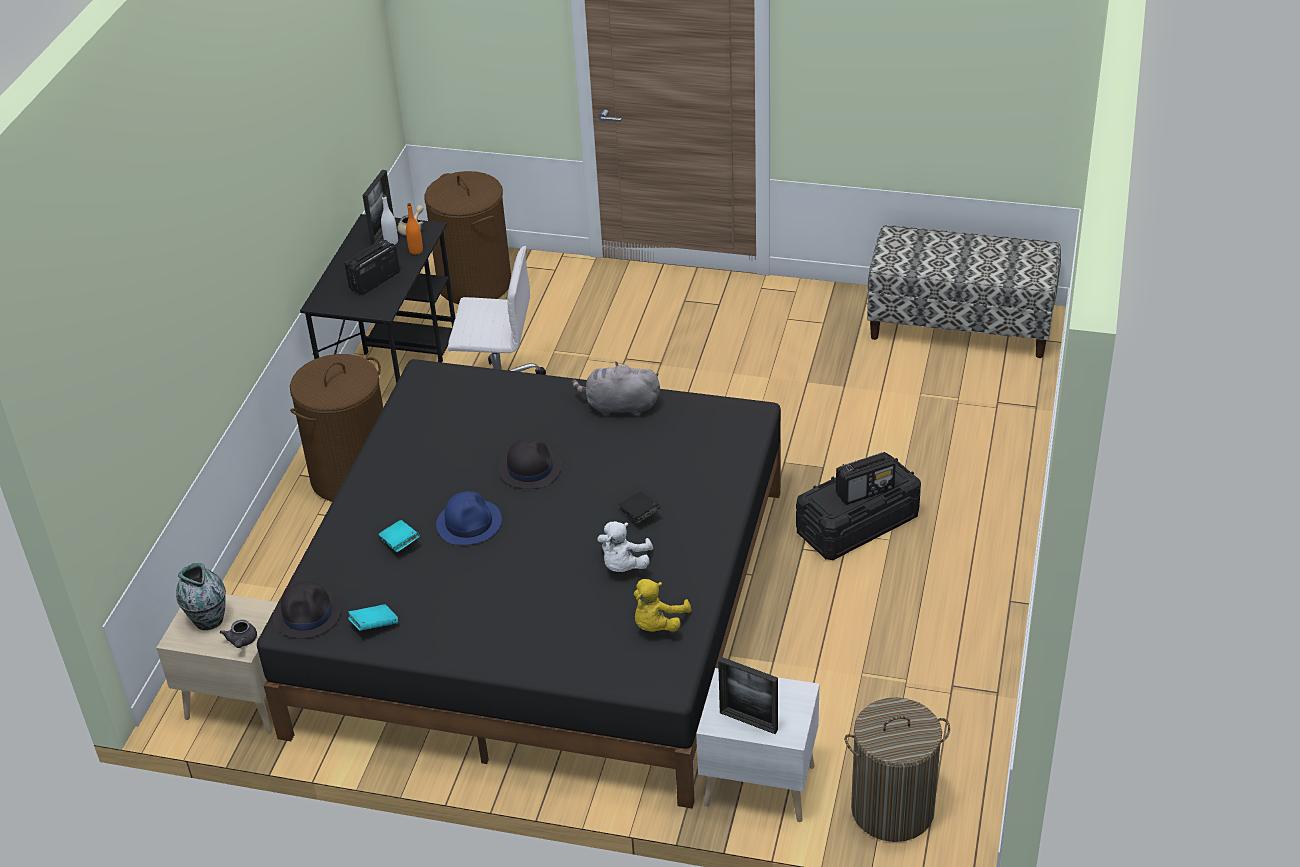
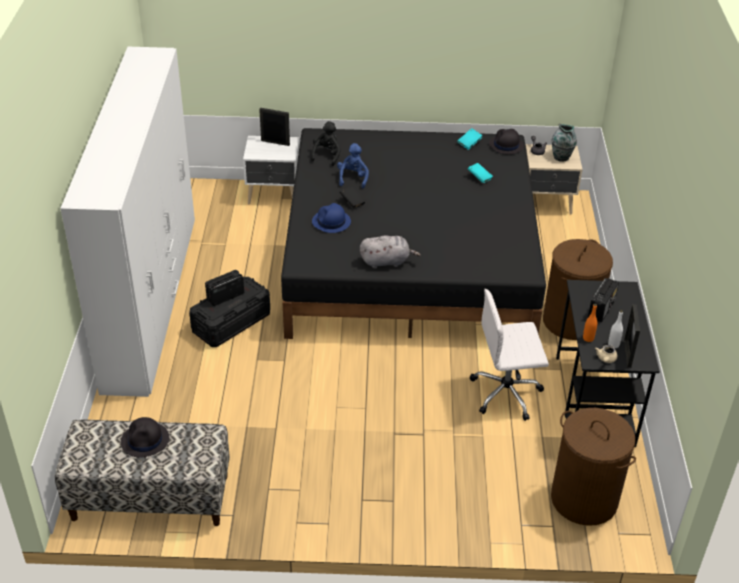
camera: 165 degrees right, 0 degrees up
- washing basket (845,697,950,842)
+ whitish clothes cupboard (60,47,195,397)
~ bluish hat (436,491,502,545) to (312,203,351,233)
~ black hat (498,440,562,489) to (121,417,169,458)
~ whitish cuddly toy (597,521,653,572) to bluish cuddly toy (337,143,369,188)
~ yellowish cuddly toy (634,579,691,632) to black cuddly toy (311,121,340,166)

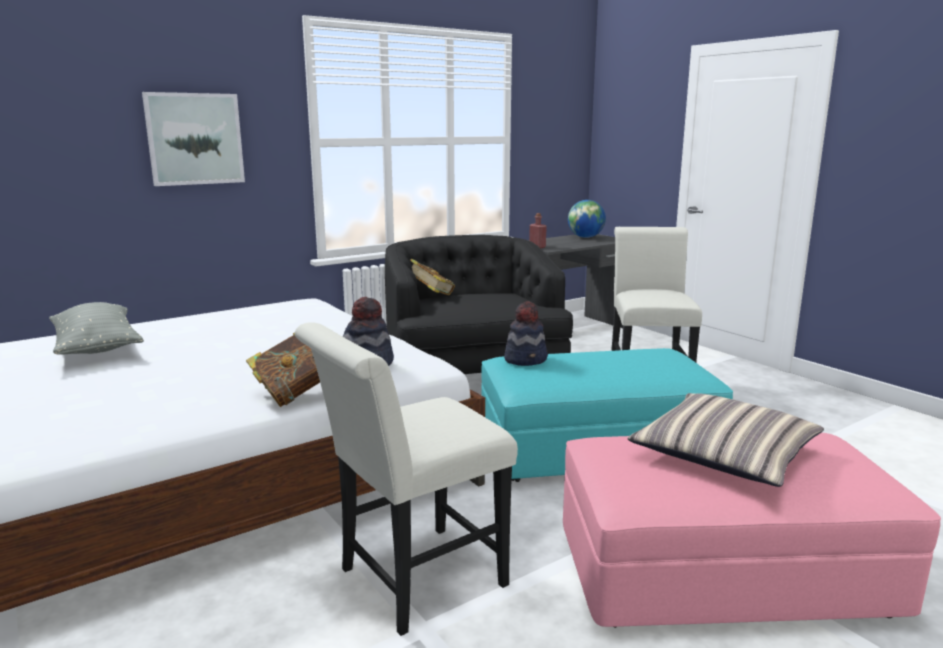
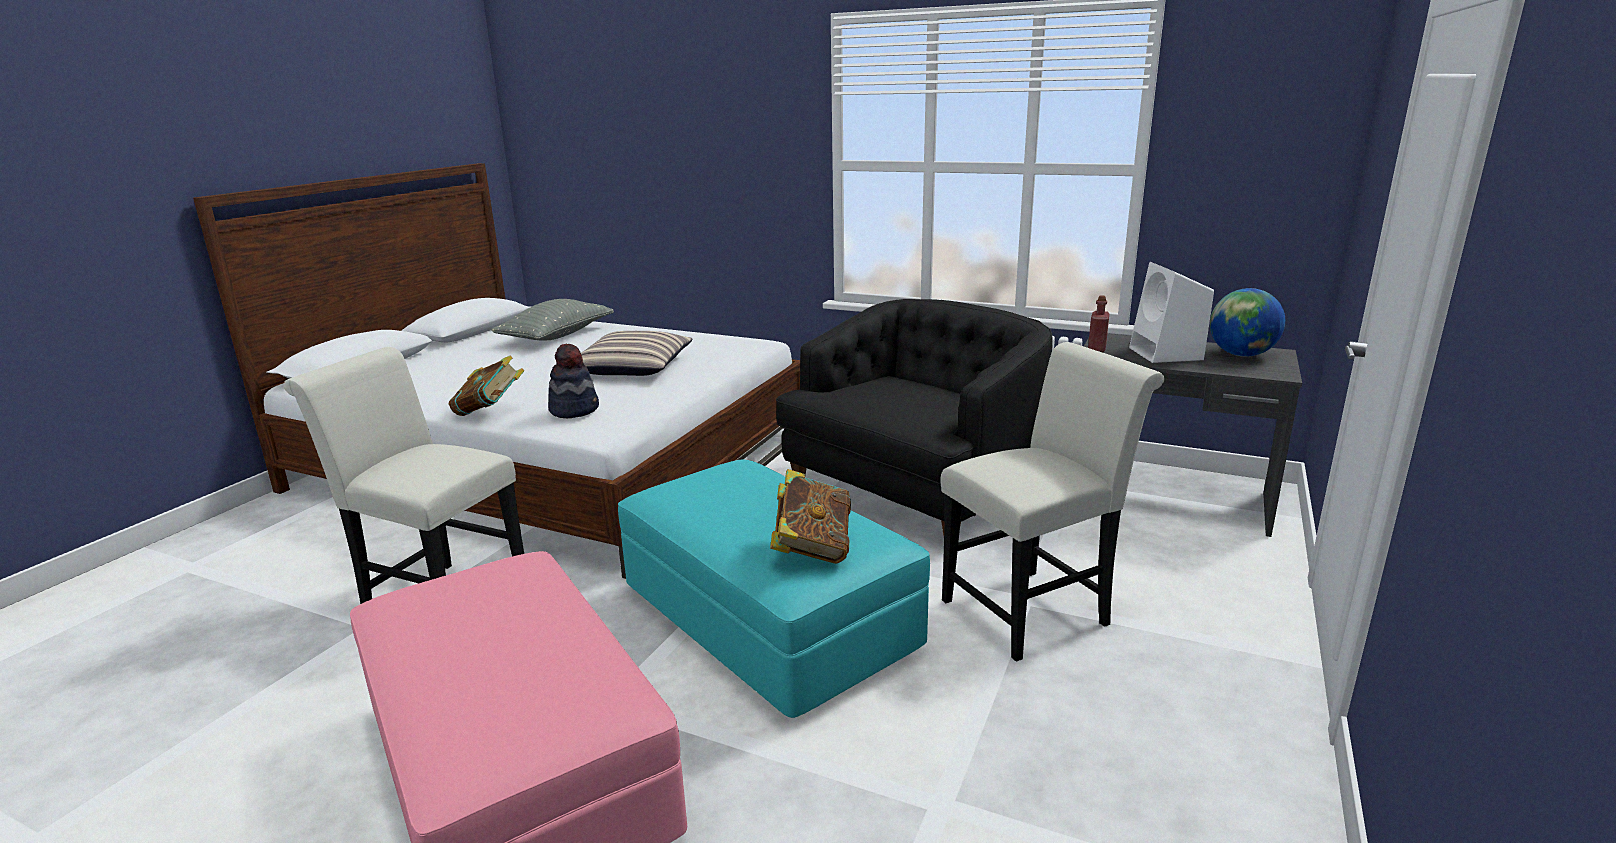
camera: 60 degrees right, 5 degrees up
- wall art (142,92,245,186)
- hat (504,301,548,366)
+ whitish audio speaker (1129,262,1214,363)
~ volume (410,259,455,295) to (770,469,851,564)
~ cushion (627,393,824,487) to (581,331,693,376)

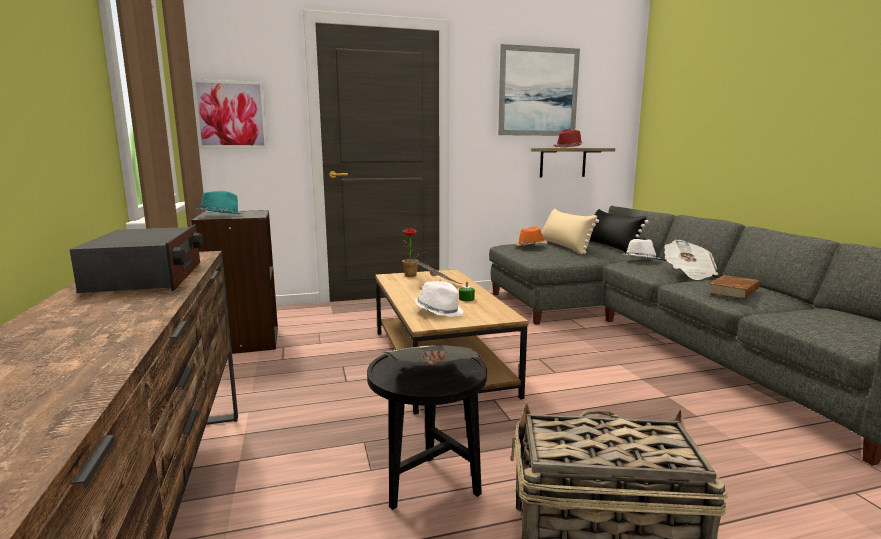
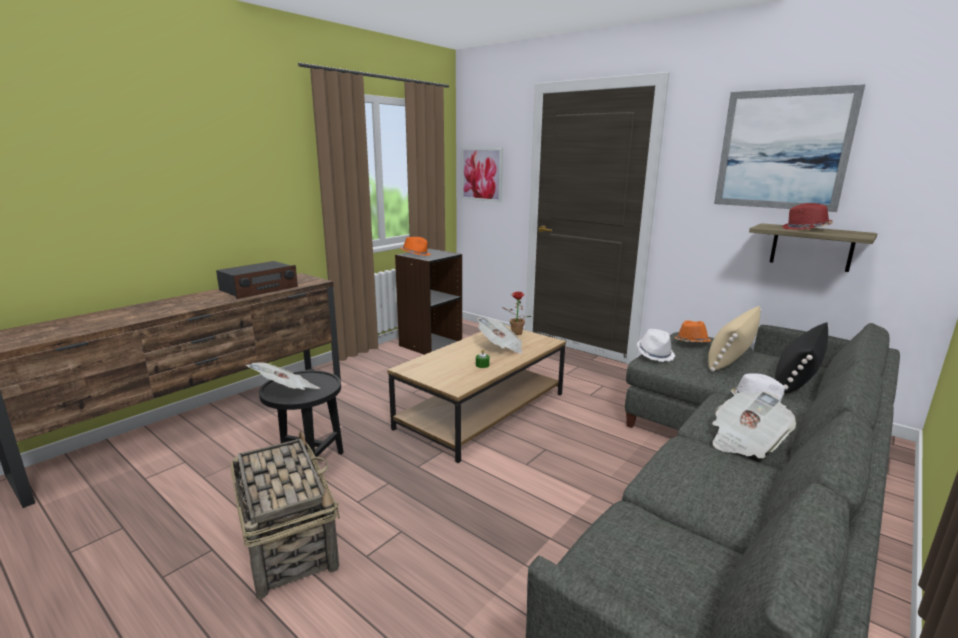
camera: 55 degrees right, 5 degrees up
- brownish volume (708,275,760,299)
~ whitish hat (414,281,464,317) to (637,329,676,362)
~ blue-green hat (196,191,243,214) to orange hat (400,237,431,256)

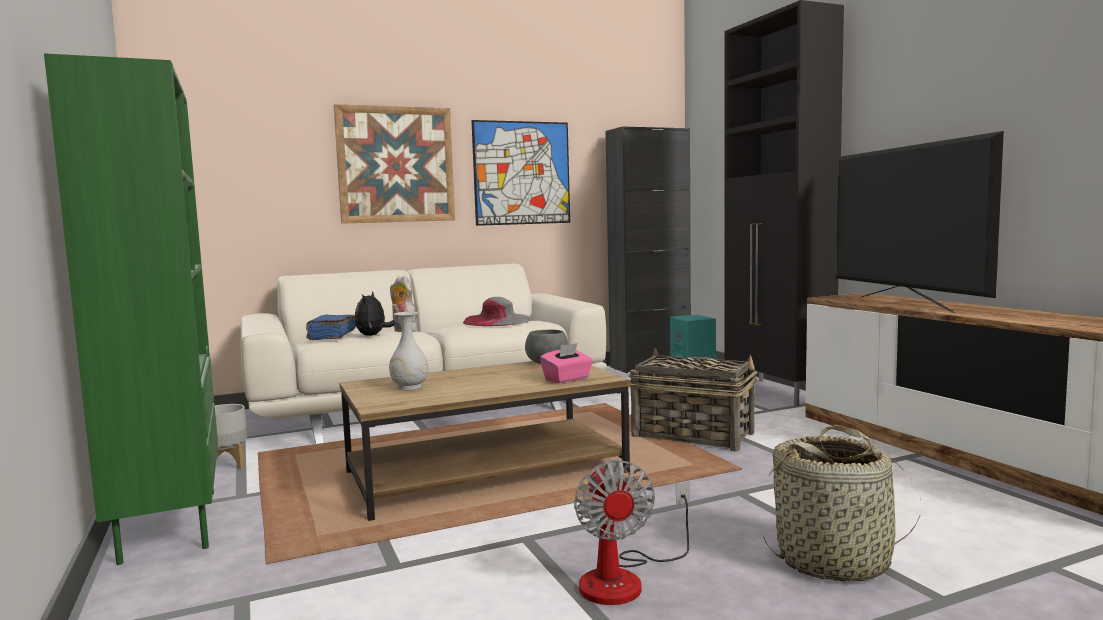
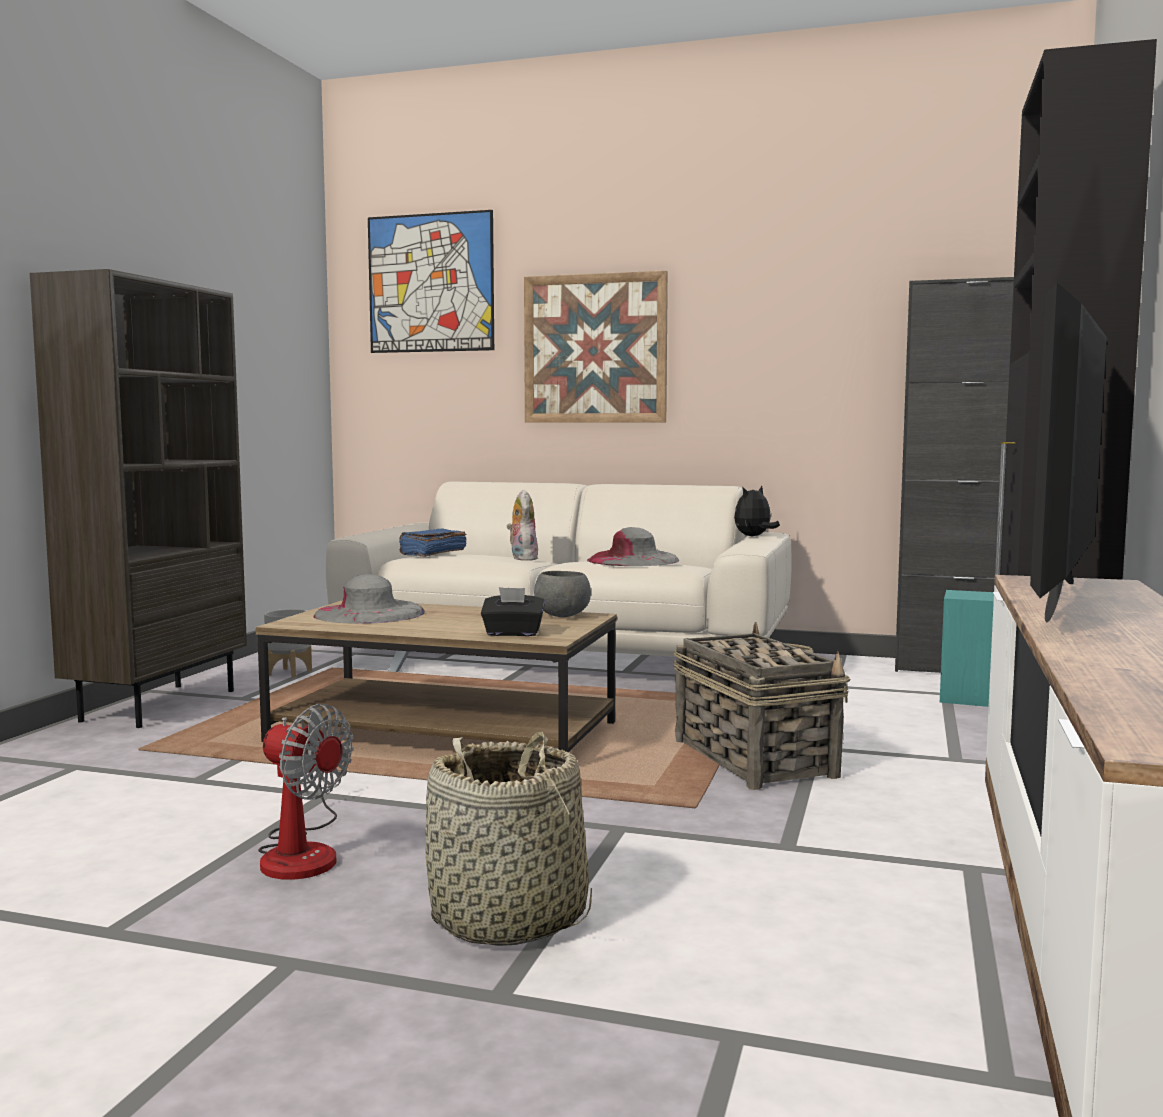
camera: 40 degrees right, 0 degrees up
~ cuddly toy (355,291,396,336) to (734,486,780,536)
~ wall art (471,120,570,226) to (368,210,494,353)
~ whitish vase (389,312,428,390) to grey hat (314,574,425,624)
~ green bookcase (44,53,218,565) to brownish bookcase (30,269,247,728)
~ pink-coloured tissue holder (540,343,593,383) to black tissue holder (481,587,545,636)
~ cooling fan (574,460,690,605) = (258,704,354,880) 90 degrees counterclockwise

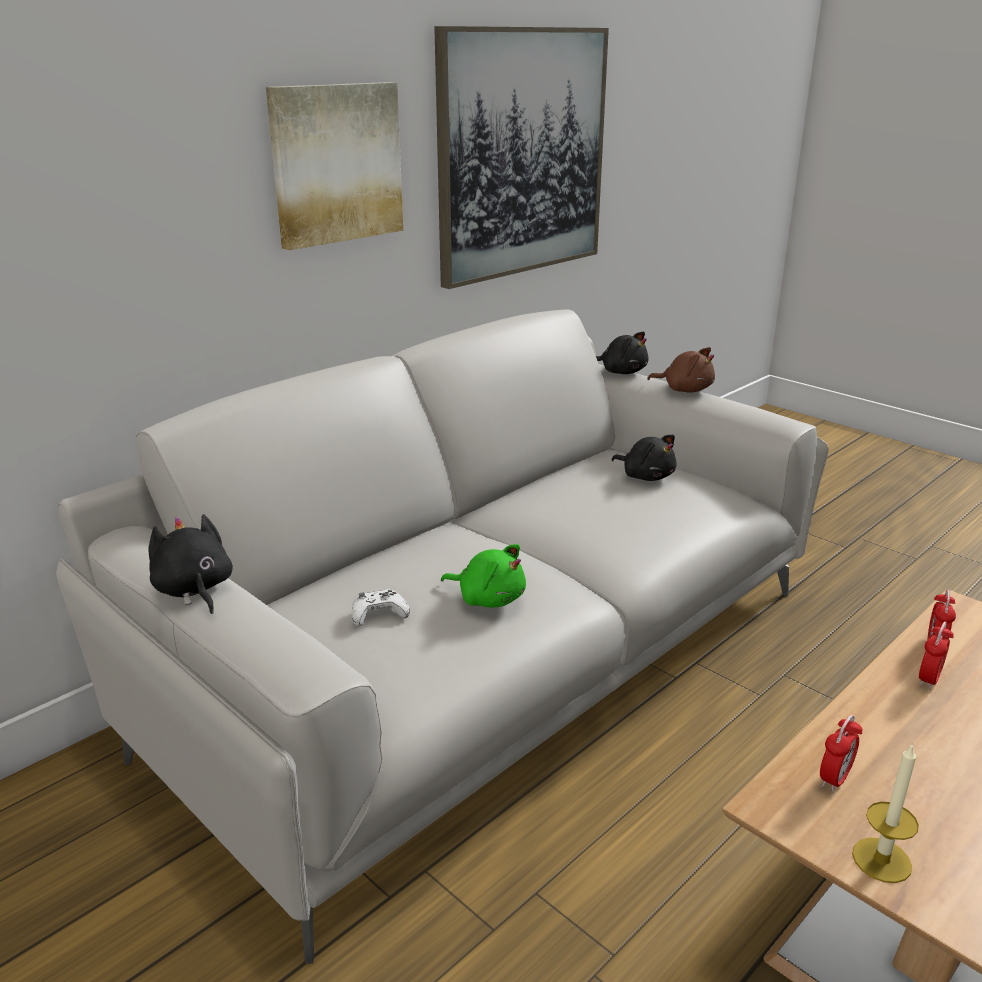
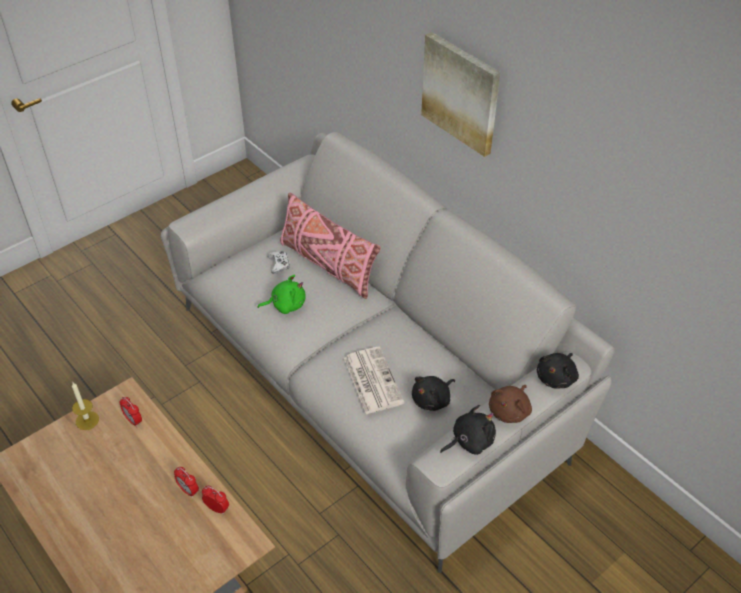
camera: 95 degrees right, 20 degrees up
- wall art (434,26,609,289)
+ pink-coloured cushion (280,192,381,299)
+ daily paper (344,347,404,415)
~ black cuddly toy (149,514,233,614) to (440,405,496,455)
~ green cuddly toy (441,544,526,608) = (257,274,306,314) 135 degrees counterclockwise

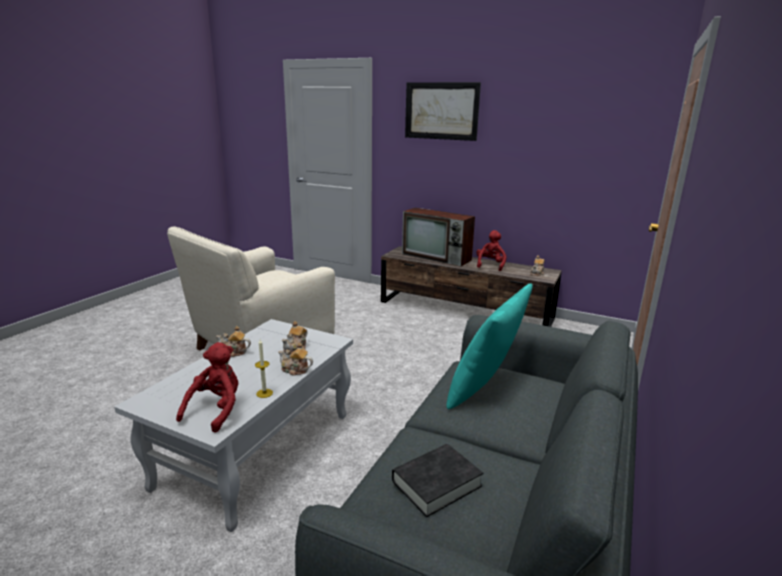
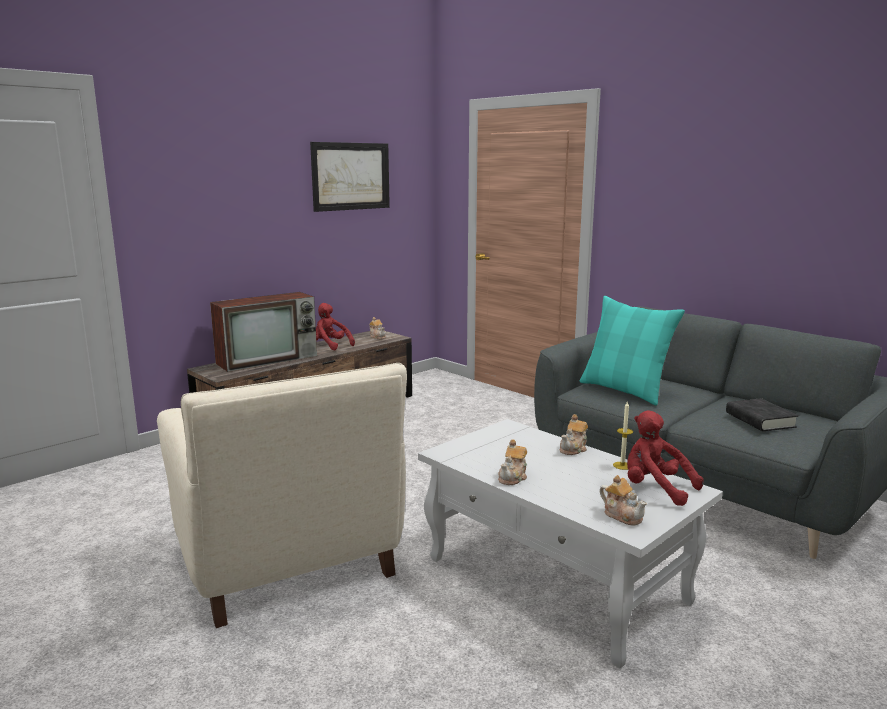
camera: 70 degrees left, 5 degrees down
~ teapot (282,321,308,354) to (599,475,647,526)
~ wall art (405,82,481,141) to (310,142,390,212)

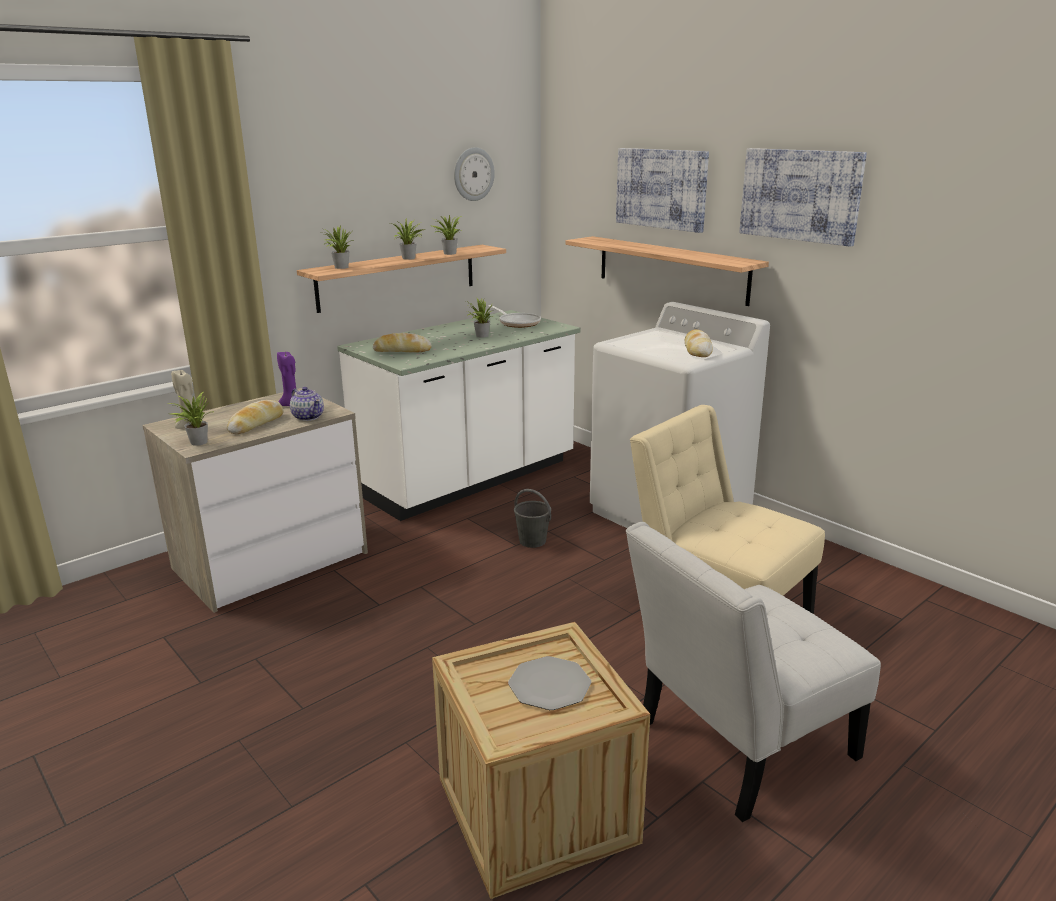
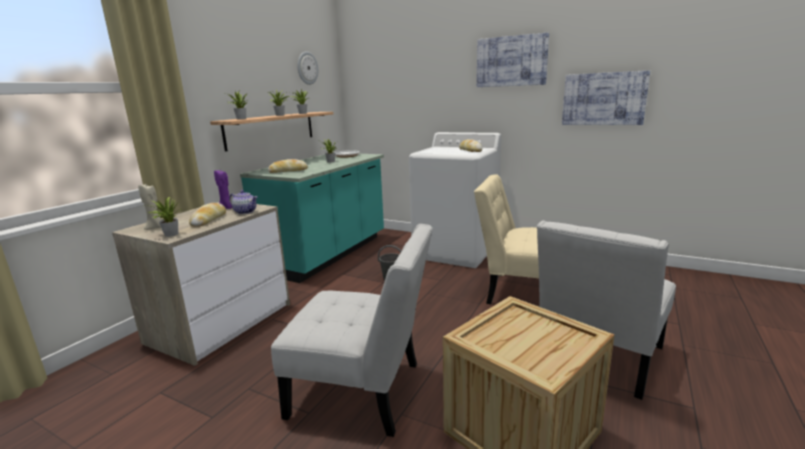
camera: 20 degrees left, 5 degrees down
- flat dish (508,656,591,710)
- bracket shelf (565,236,769,306)
+ whitish plain chair (271,224,432,437)
~ wall art (616,148,709,233) to (562,71,650,125)
~ whitish kitchen base unit (337,310,581,521) to blue-green kitchen base unit (240,154,384,283)

